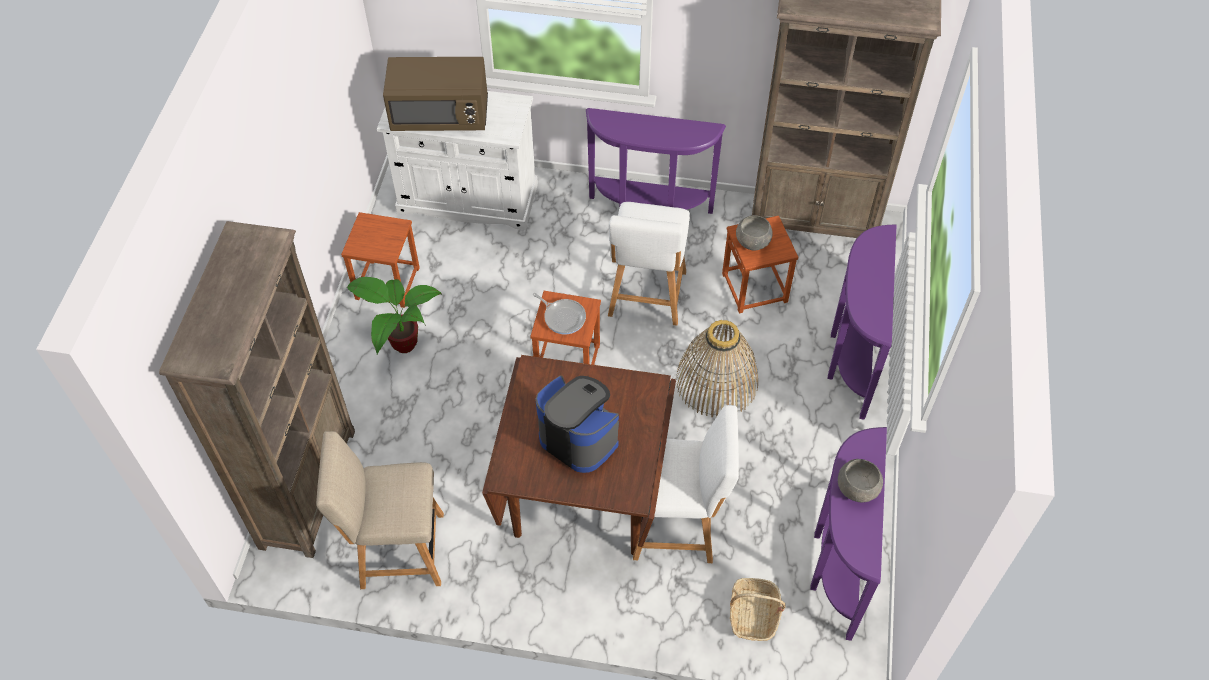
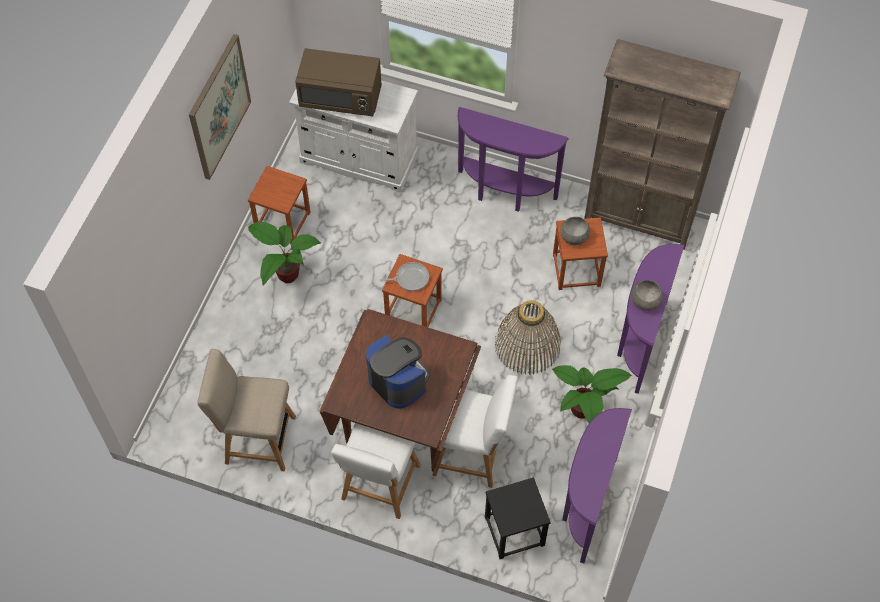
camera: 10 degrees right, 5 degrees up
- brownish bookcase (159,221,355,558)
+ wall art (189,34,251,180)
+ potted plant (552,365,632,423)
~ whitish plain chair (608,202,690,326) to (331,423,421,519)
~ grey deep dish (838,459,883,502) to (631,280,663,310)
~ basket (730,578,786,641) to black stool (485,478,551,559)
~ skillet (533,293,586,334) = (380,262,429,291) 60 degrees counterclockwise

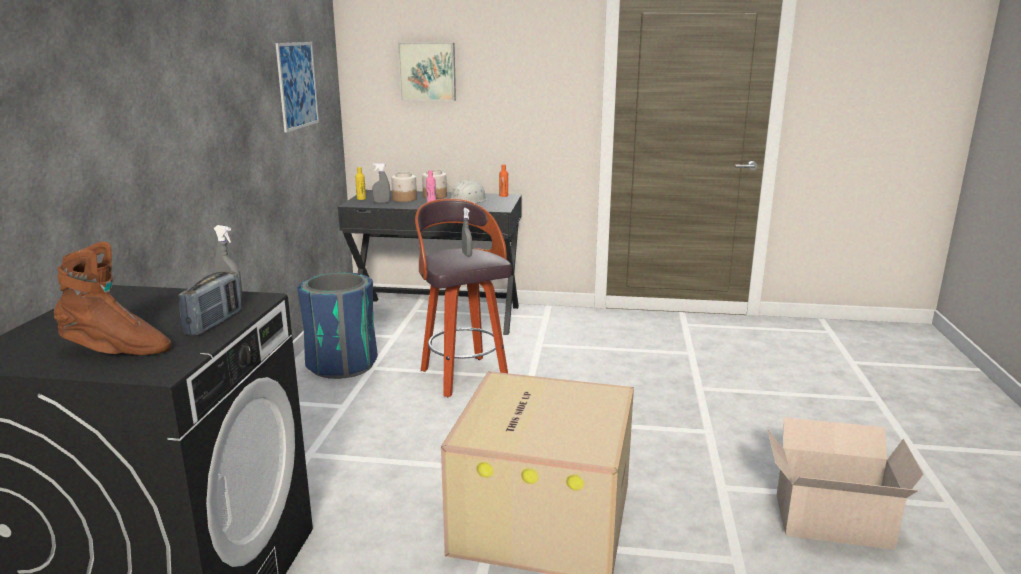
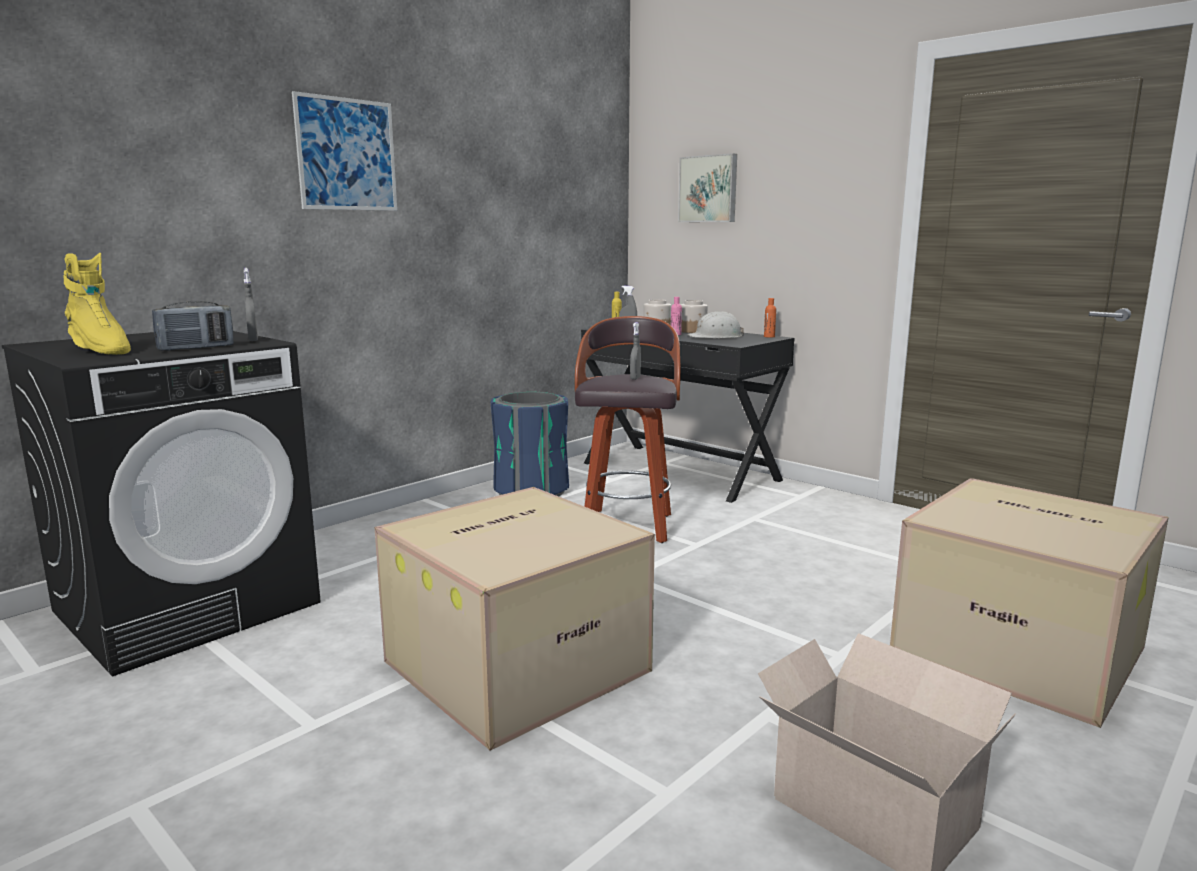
camera: 35 degrees right, 5 degrees down
+ cardboard box (890,478,1169,728)
~ wall art (276,42,319,132) to (292,91,397,211)
~ brownish high-top boot (54,242,171,355) to yellowish high-top boot (64,253,131,355)

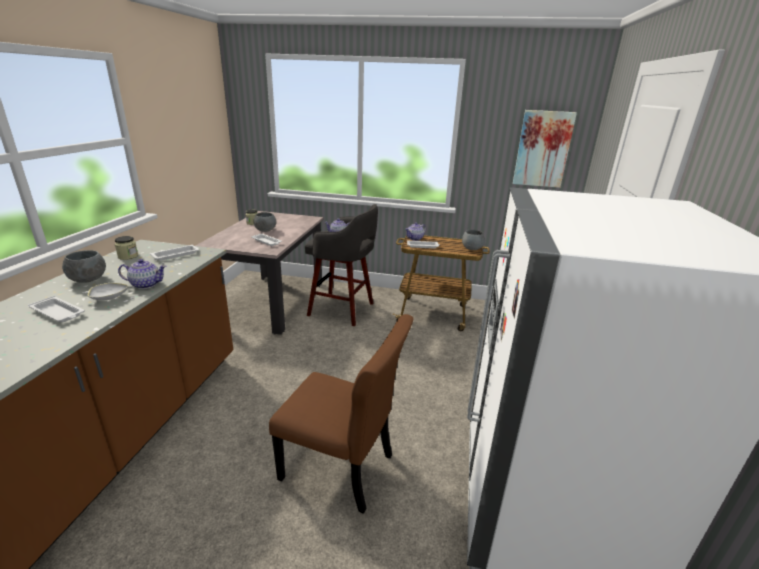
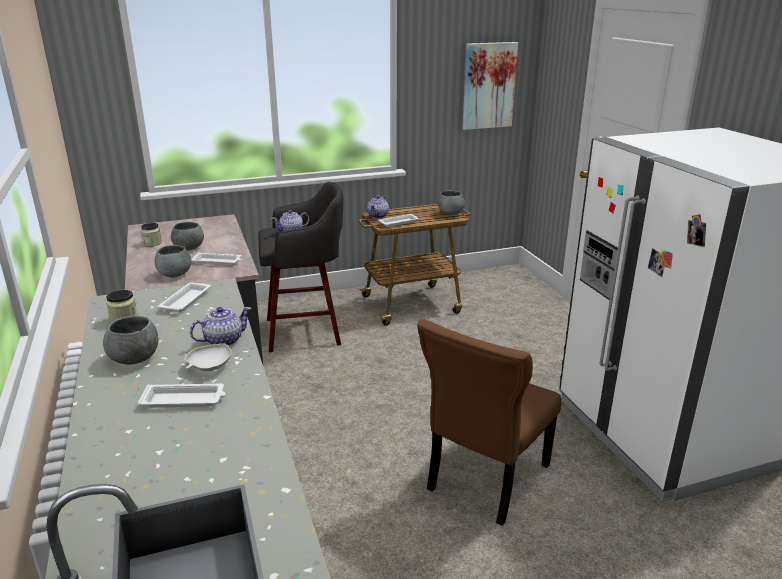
camera: 30 degrees left, 0 degrees up
+ grey deep dish (155,245,191,277)
~ brownish plain chair (269,314,414,514) = (417,319,561,526) 135 degrees clockwise

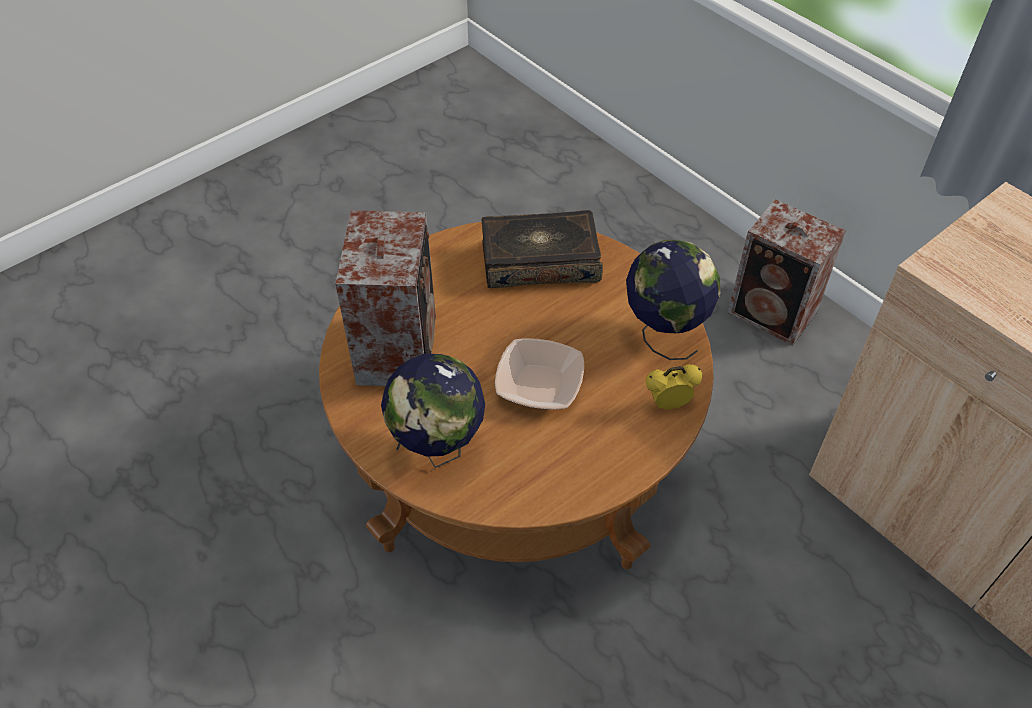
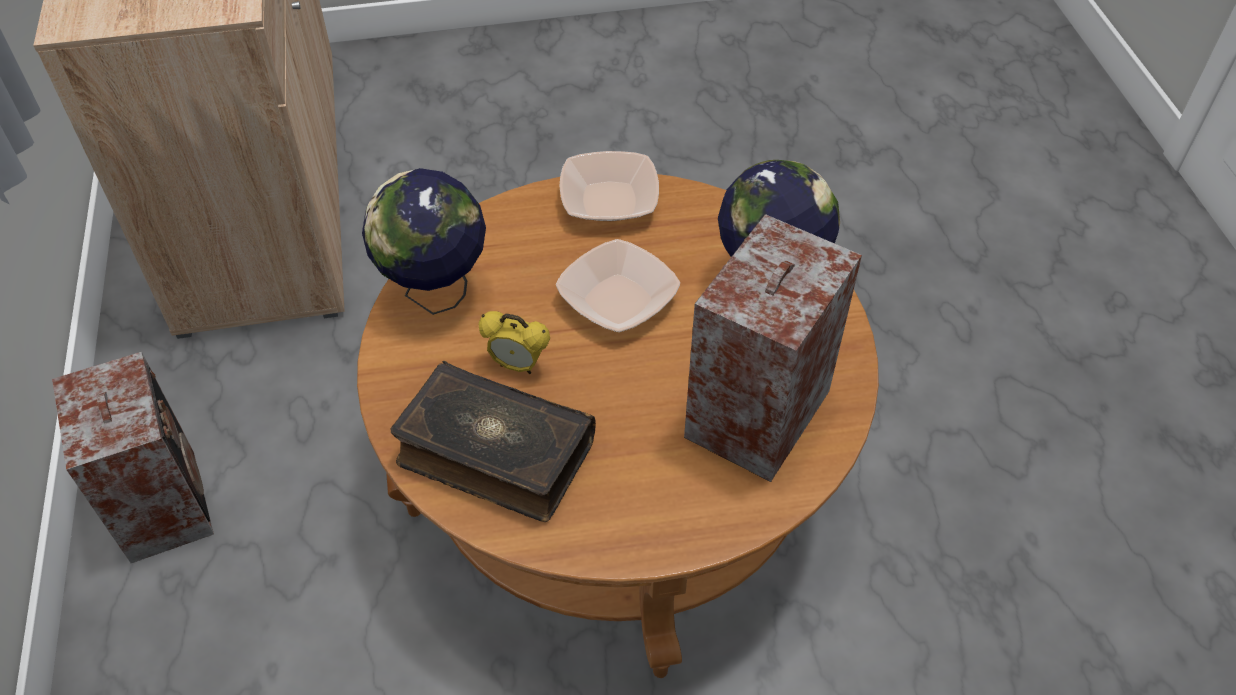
camera: 150 degrees left, 0 degrees up
+ deep dish (559,151,659,221)
~ table clock (645,364,702,410) to (479,311,550,374)

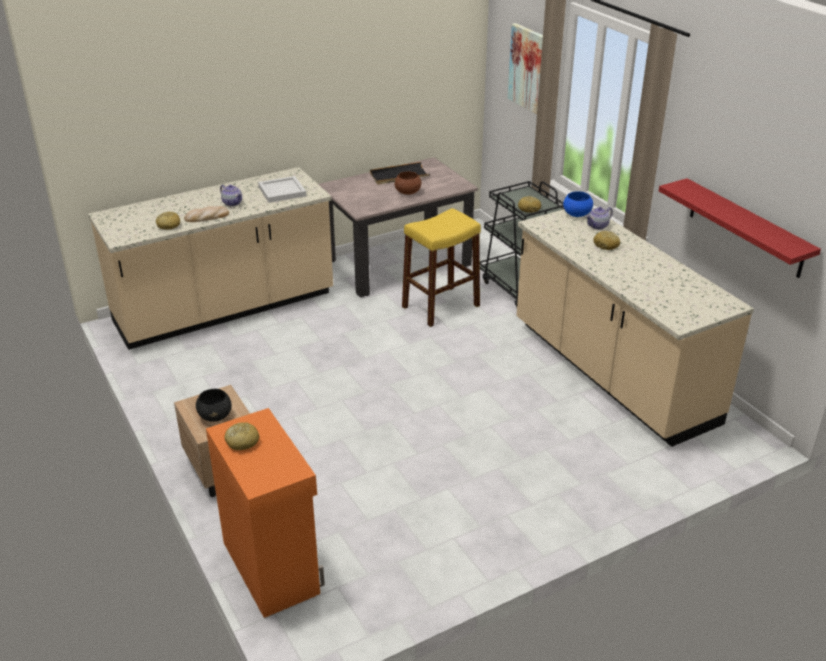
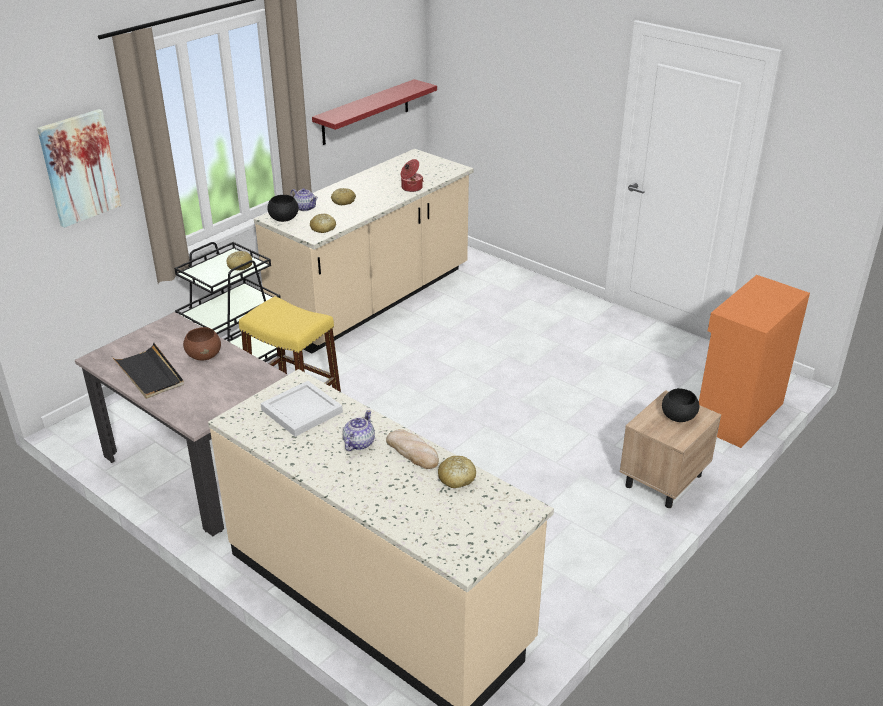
camera: 110 degrees left, 0 degrees up
+ saucepot (401,159,424,192)
~ baked bread (224,422,260,450) to (310,214,336,233)
~ bluish deep dish (563,191,593,217) to black deep dish (267,195,299,222)

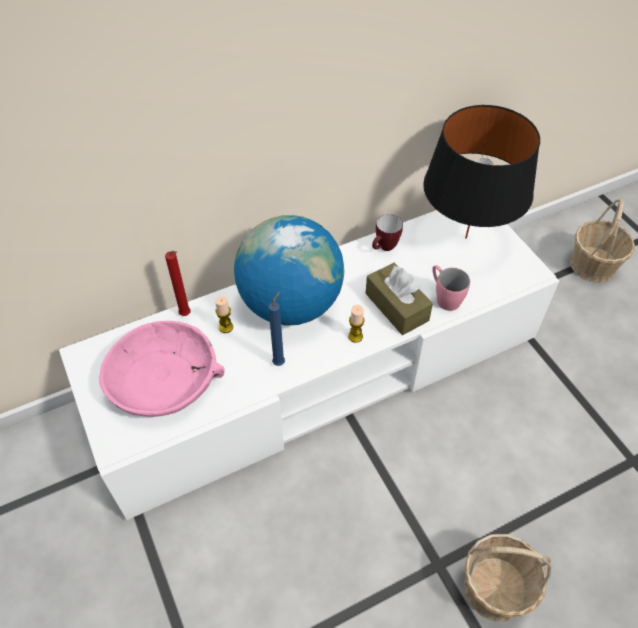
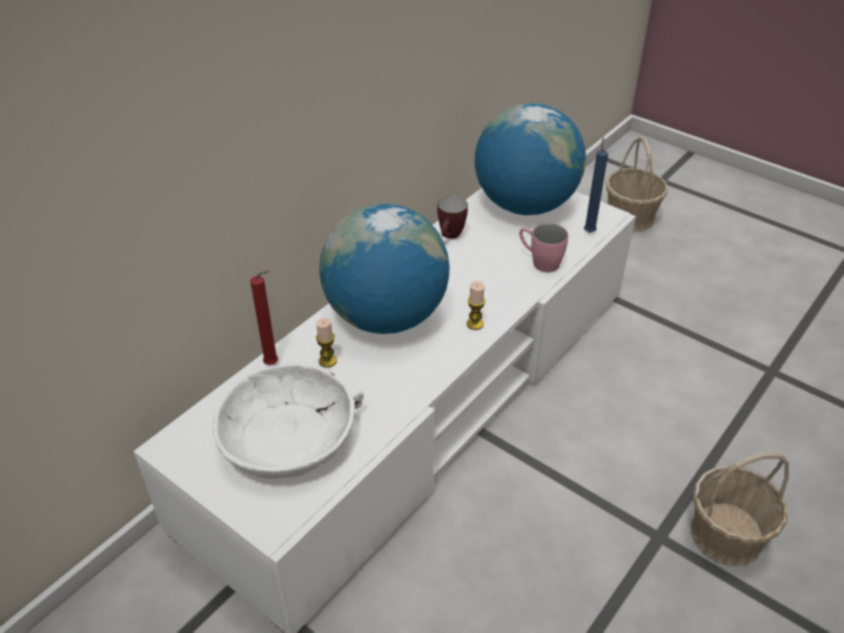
camera: 25 degrees left, 10 degrees down
- brownish tissue holder (365,263,433,335)
~ bluish wax light (268,291,285,366) to (584,137,608,233)
~ black table lamp (423,105,540,239) to desk globe (475,103,586,215)
~ pink-coloured deep dish (99,321,224,417) to whitish deep dish (213,363,363,479)

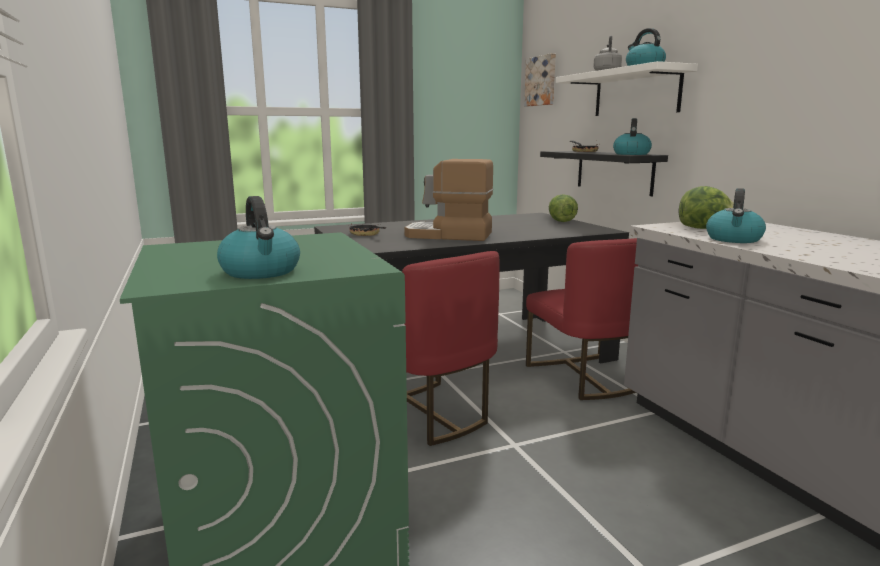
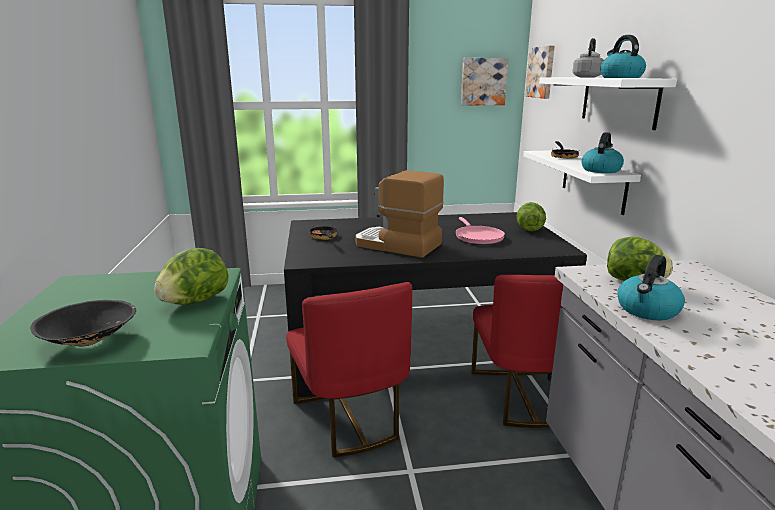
camera: 15 degrees right, 5 degrees up
+ head of lettuce (154,248,228,305)
+ pink-coloured skillet (455,217,505,244)
+ wall art (461,58,508,106)
~ kettle (217,196,300,279) to black deep dish (30,300,136,346)
~ black bracket shelf (540,151,668,196) to whitish bracket shelf (523,150,641,215)

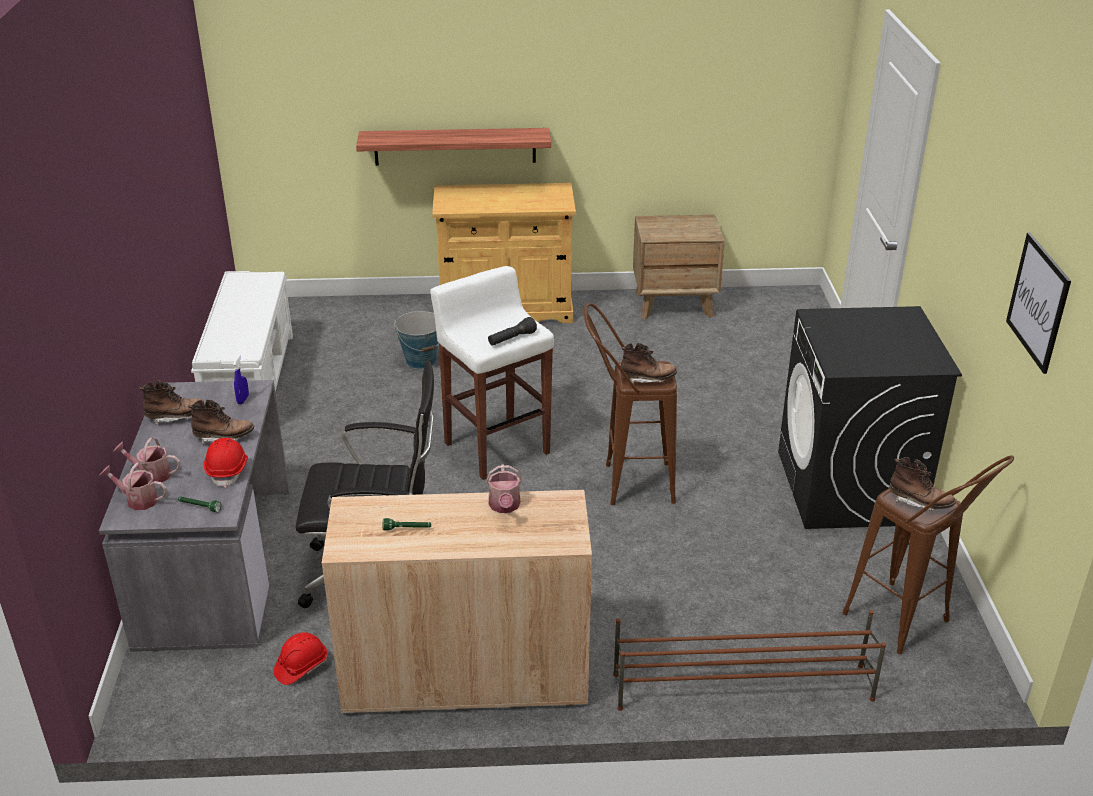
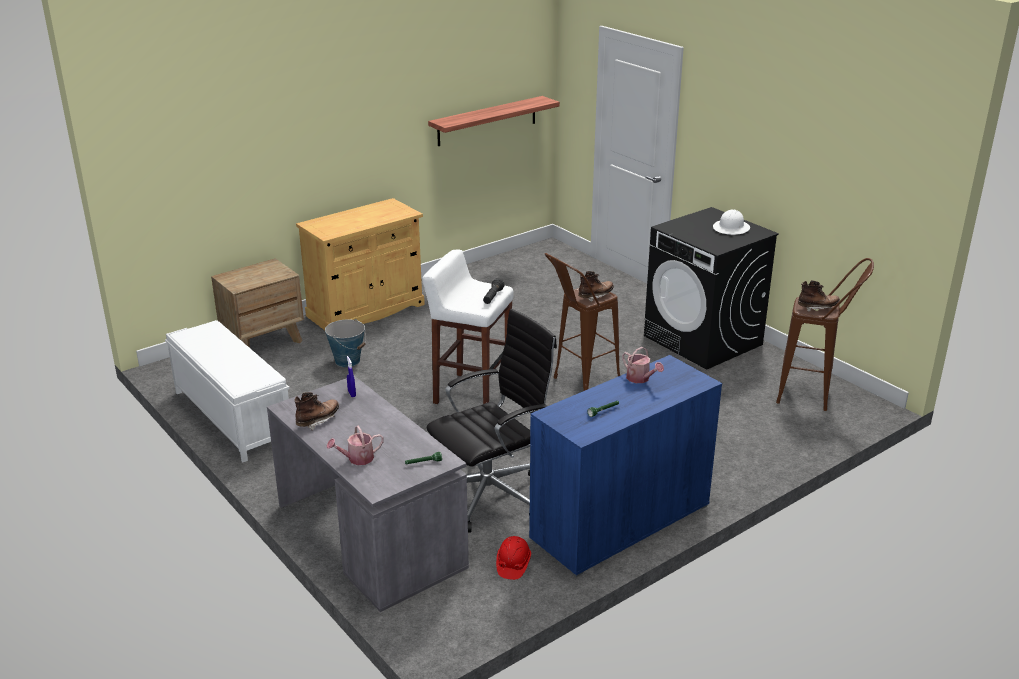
camera: 35 degrees left, 5 degrees down
- watering pot (100,462,167,510)
- brownish high-top boot (188,399,254,445)
- reddish work helmet (203,438,248,488)
- brownish shoe stand (613,610,886,711)
- wall art (1006,232,1071,374)
+ whitish work helmet (713,209,750,235)
~ bracket shelf (356,128,551,166) to (428,96,560,146)
~ brownish nightstand (633,215,725,319) to (211,258,304,348)
~ sand-coloured cupboard (322,490,592,715) to bluish cupboard (529,355,722,577)

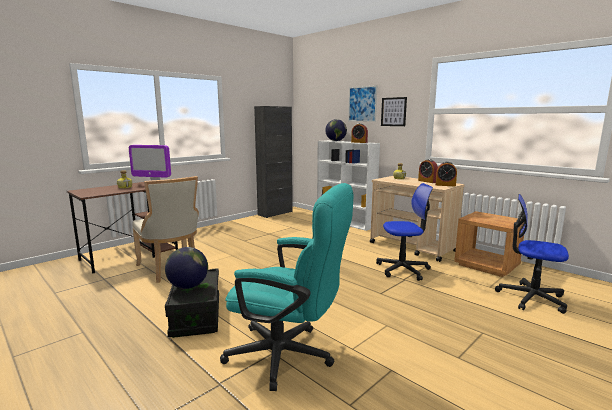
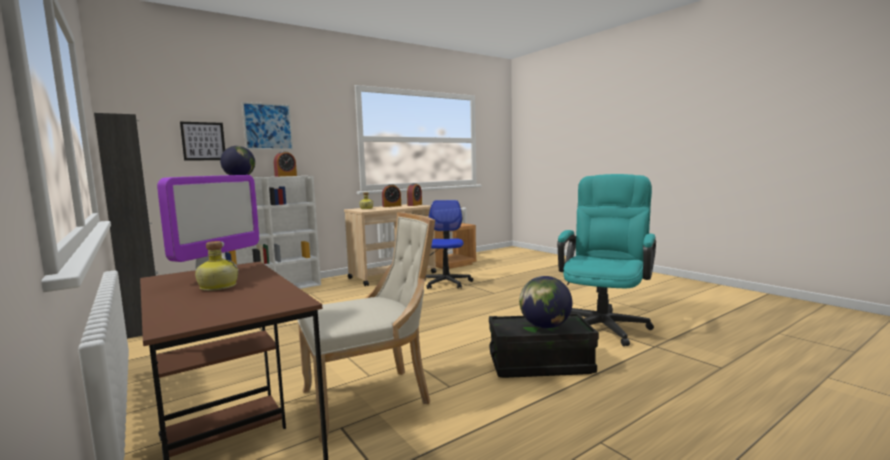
camera: 80 degrees left, 5 degrees down
- office chair (495,194,569,314)
~ wall art (381,97,407,126) to (180,122,225,161)

